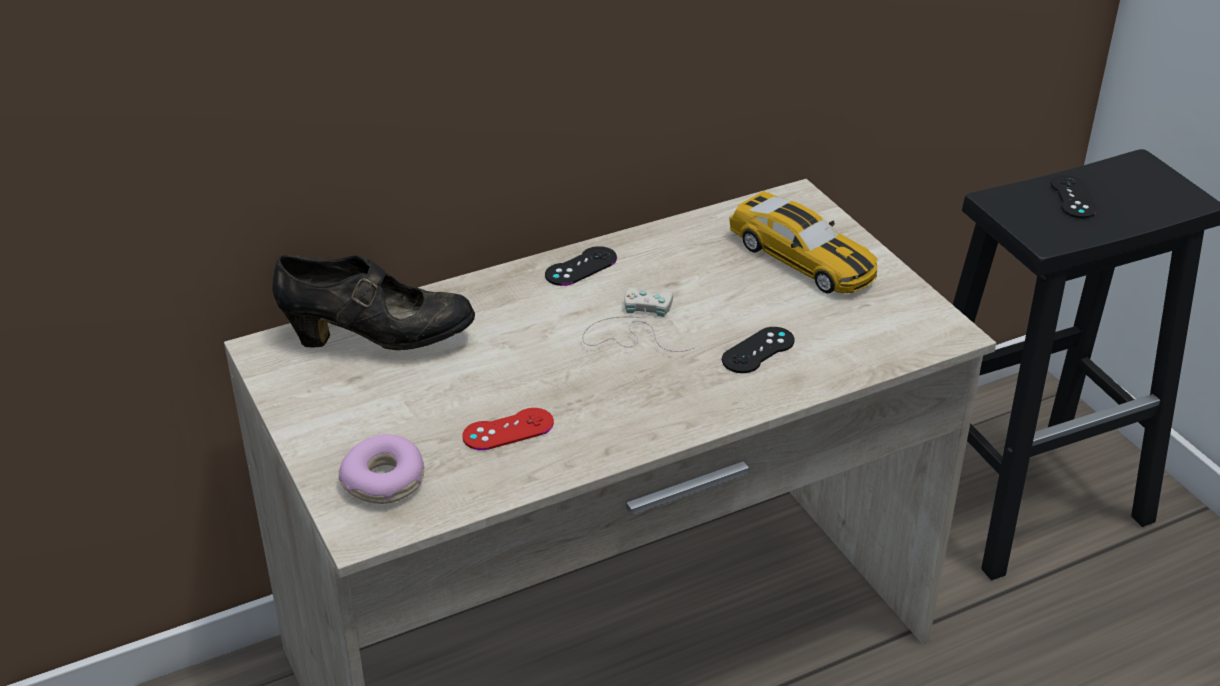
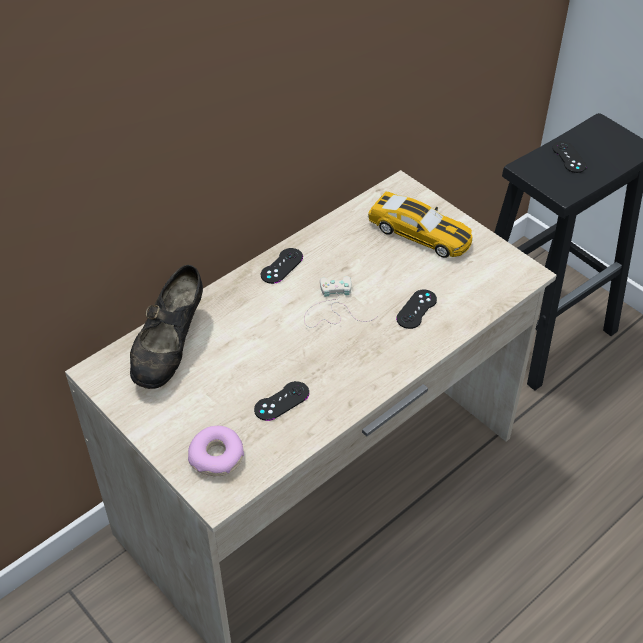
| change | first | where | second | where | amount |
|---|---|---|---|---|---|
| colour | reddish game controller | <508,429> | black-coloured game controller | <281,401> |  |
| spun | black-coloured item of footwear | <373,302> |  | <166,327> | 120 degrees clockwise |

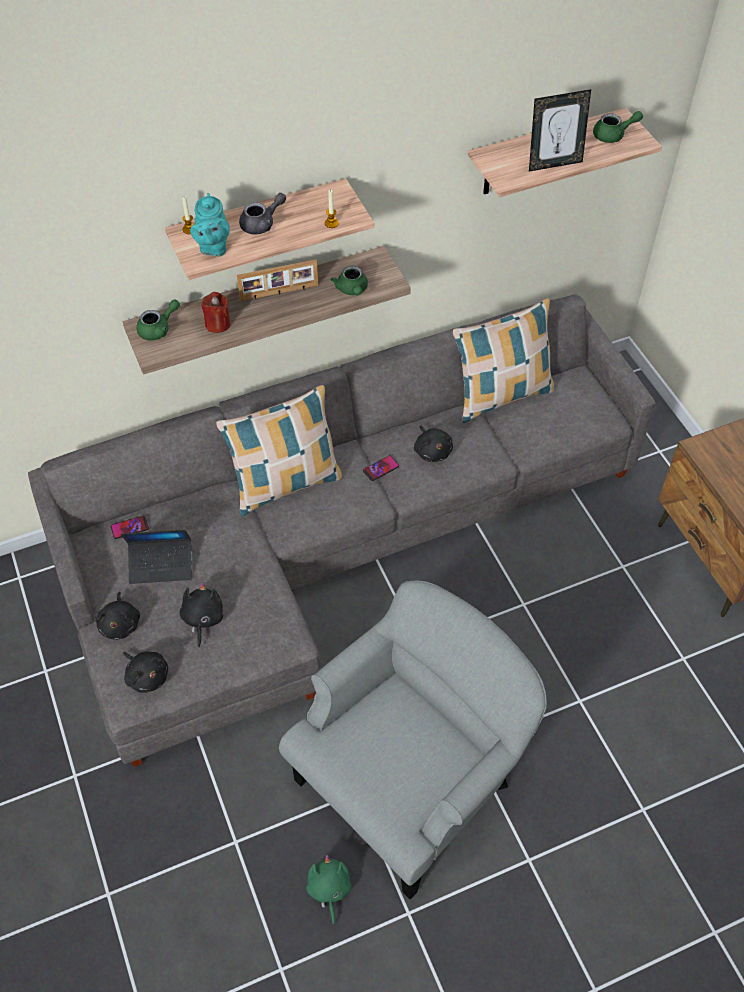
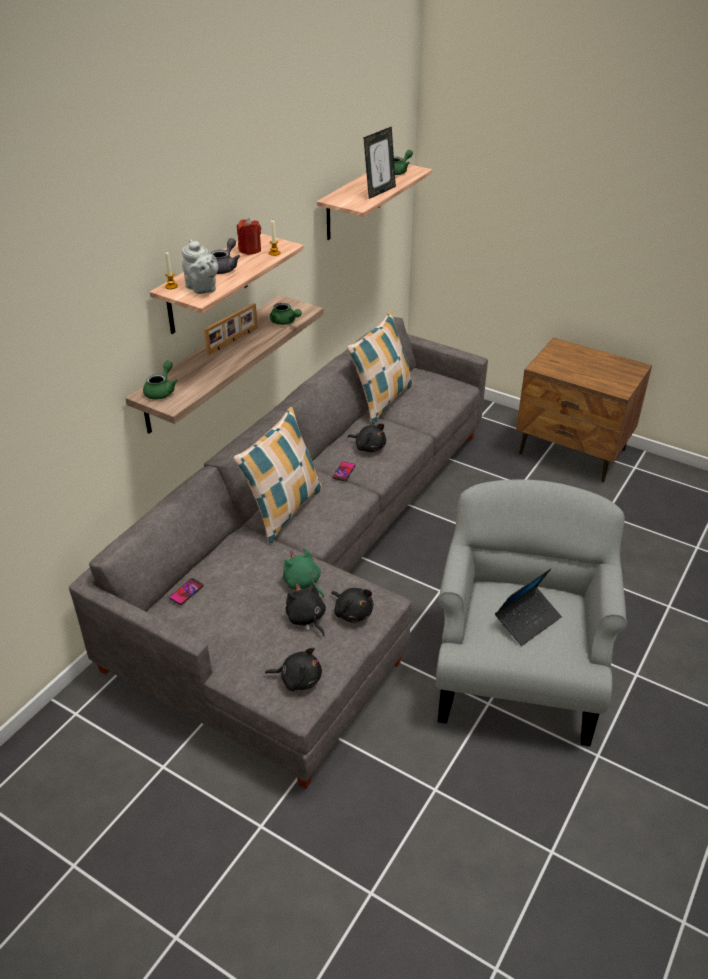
| change | first | where | second | where | amount |
|---|---|---|---|---|---|
| relocated | black-coloured soft toy | <117,616> |  | <352,605> |  |
| relocated | portable computer | <156,557> |  | <528,607> |  |
| relocated | reddish wax light | <216,312> |  | <249,236> |  |
| relocated | green-coloured soft toy | <329,890> |  | <303,573> |  |
| colour | turquoise tea pot | <210,225> | grey tea pot | <200,266> |  |

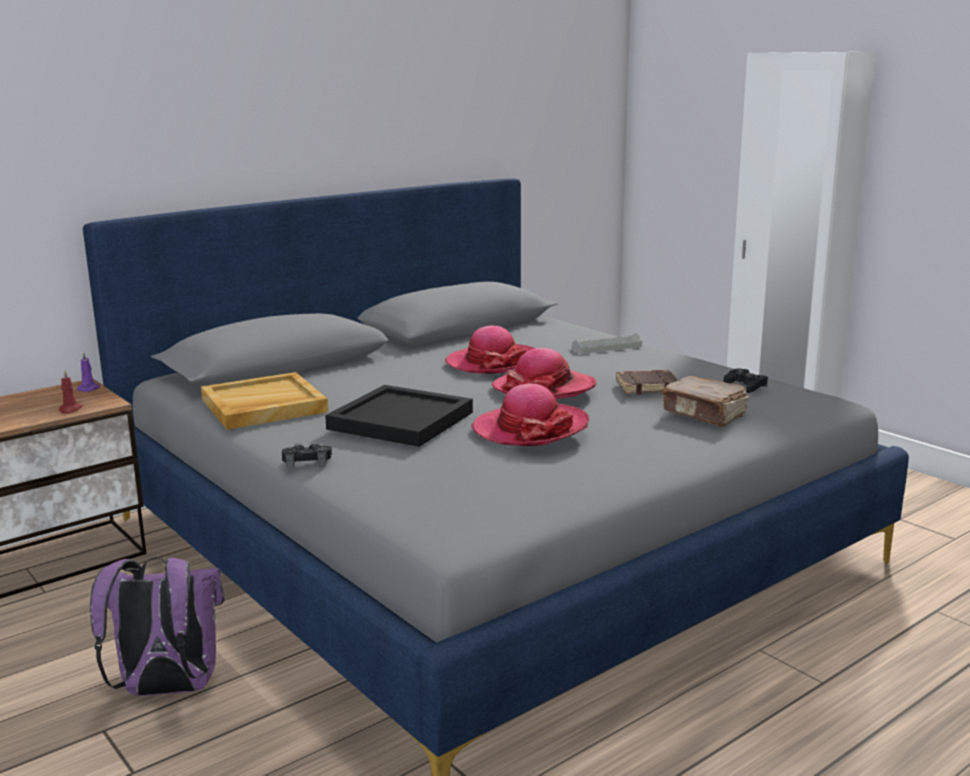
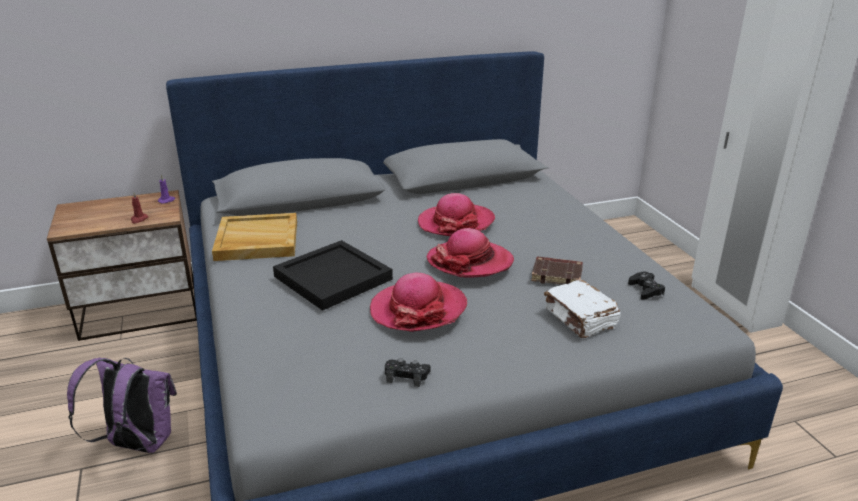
| change | first | where | second | where | amount |
|---|---|---|---|---|---|
| missing | grey serving tray | <607,343> |  |  |  |
| relocated | black-coloured game controller | <307,455> |  | <408,372> |  |
| colour | brownish bound book | <705,401> | white-coloured bound book | <582,309> |  |

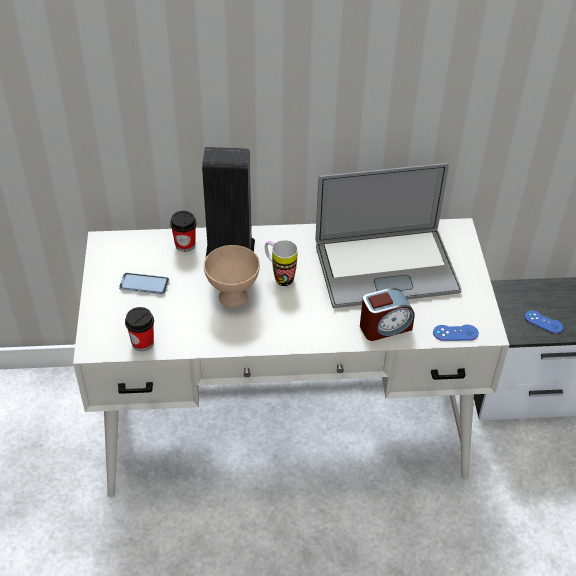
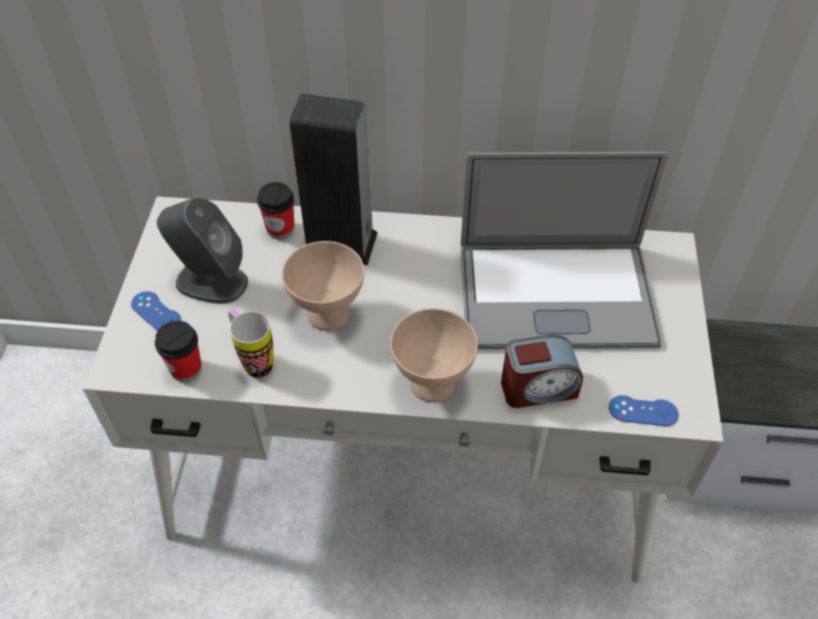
| change | first | where | second | where | amount |
|---|---|---|---|---|---|
| appeared |  |  | beige deep dish | <434,355> |  |
| relocated | tea mug | <281,263> |  | <251,343> |  |
| relocated | blue-coloured game controller | <544,322> |  | <156,311> |  |
| exchanged | phone | <144,284> | grey audio speaker | <202,250> |  |

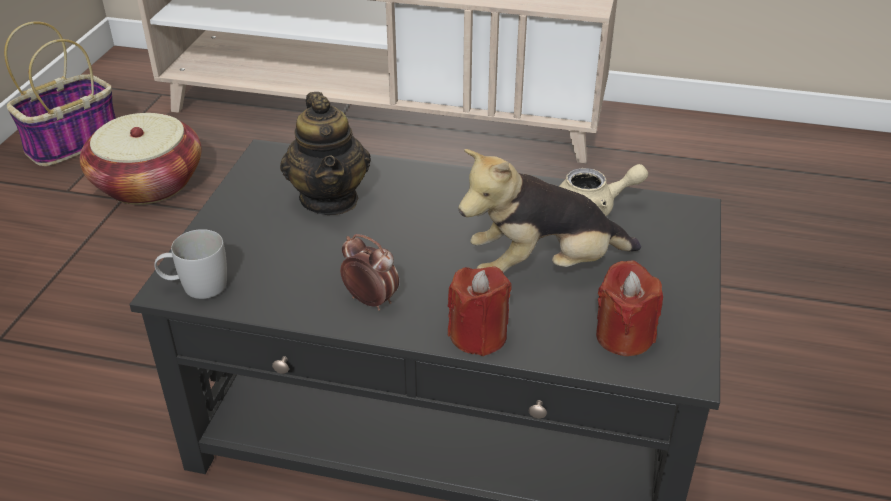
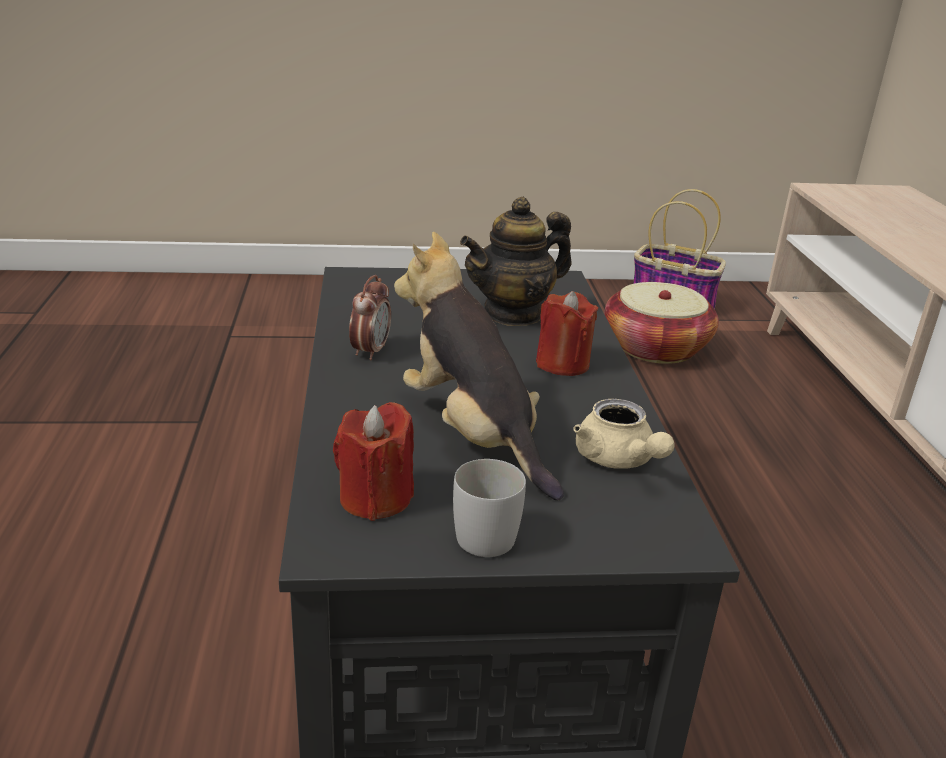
| change | first | where | second | where | amount |
|---|---|---|---|---|---|
| relocated | white-coloured tea mug | <190,264> |  | <489,508> |  |
| relocated | reddish wax light | <479,311> |  | <567,333> |  |

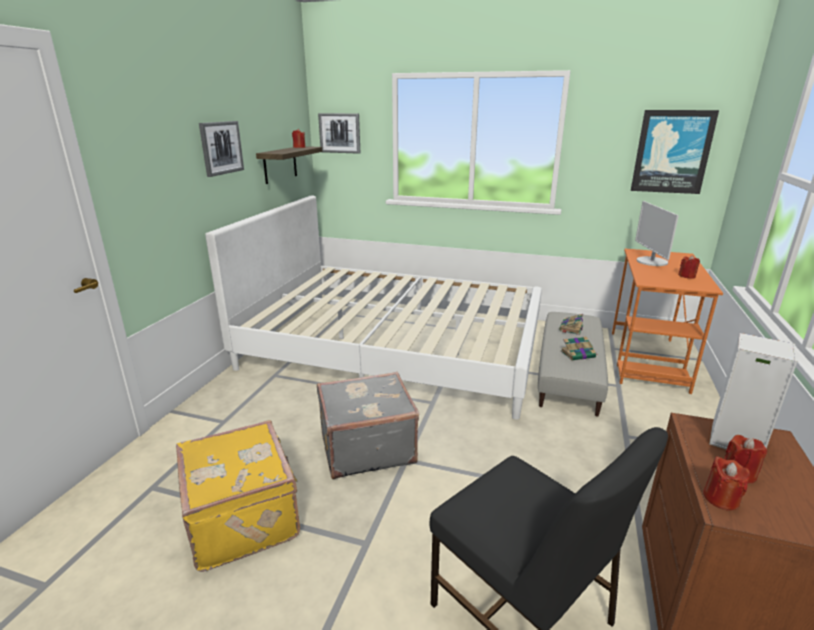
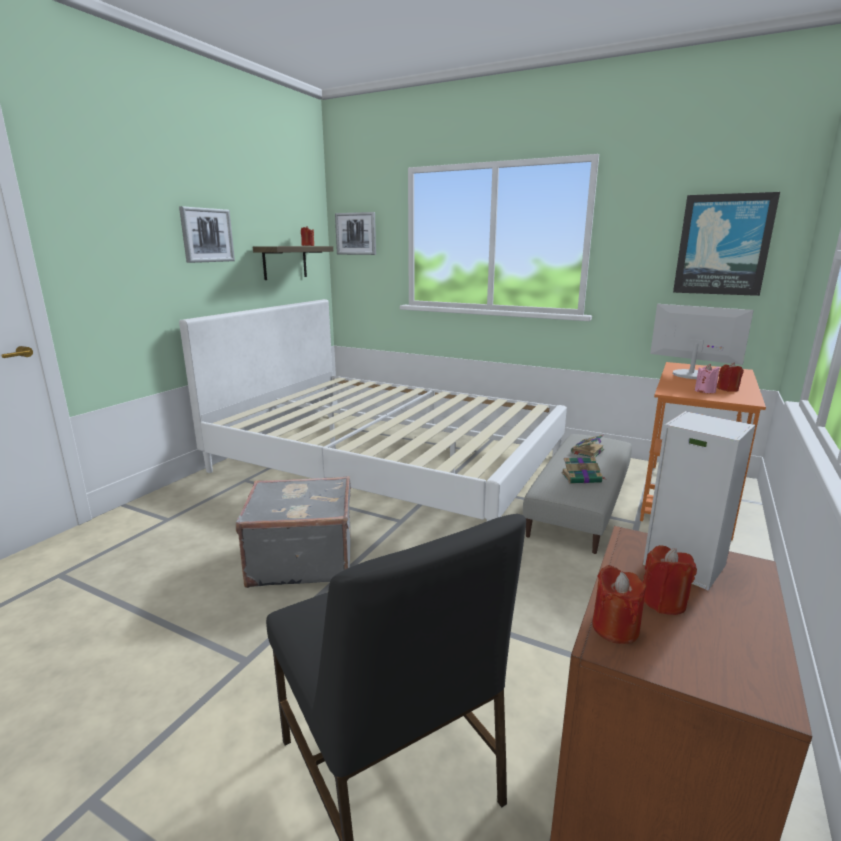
| change | first | where | second | where | amount |
|---|---|---|---|---|---|
| missing | yellowish piece of luggage | <238,496> |  |  |  |
| appeared |  |  | pink-coloured wax light | <707,378> |  |
| spun | monitor | <657,233> |  | <702,341> | 120 degrees clockwise |

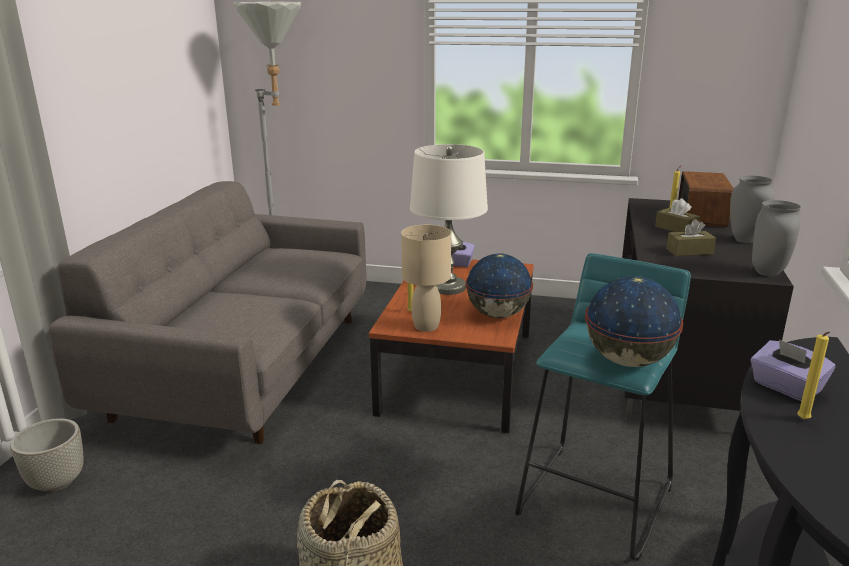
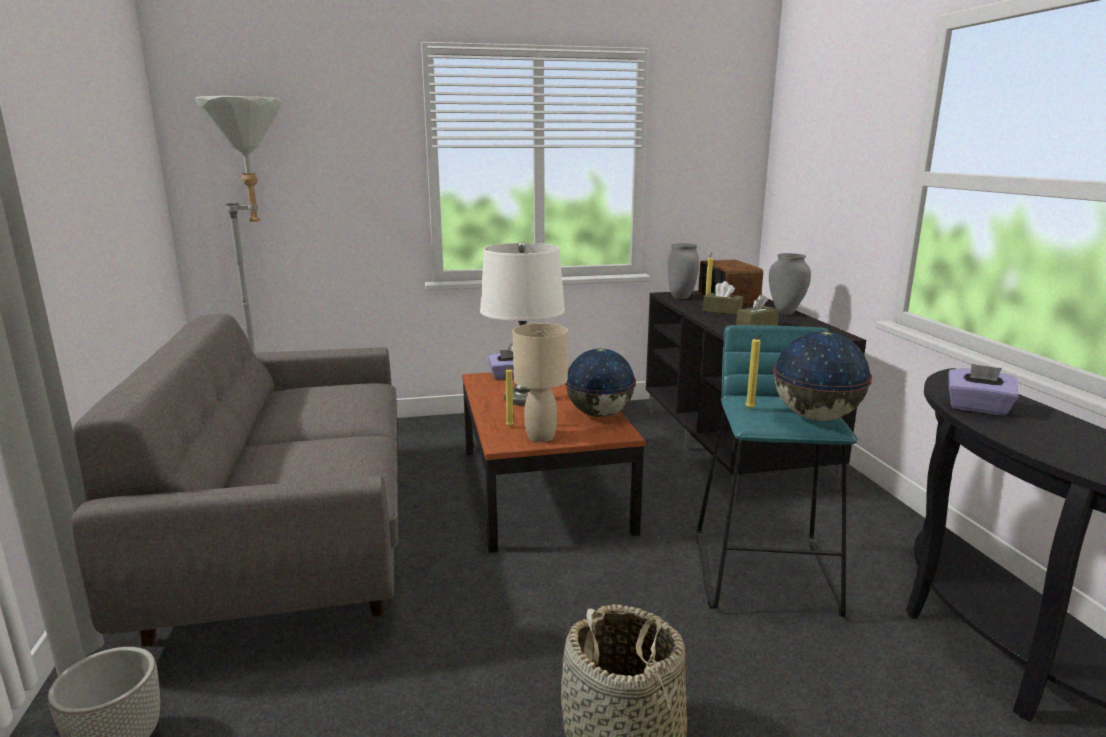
| change | first | where | second | where | amount |
|---|---|---|---|---|---|
| relocated | grey decorative vase | <776,238> |  | <683,271> |  |
| relocated | yellowish wax light | <813,376> |  | <753,371> |  |

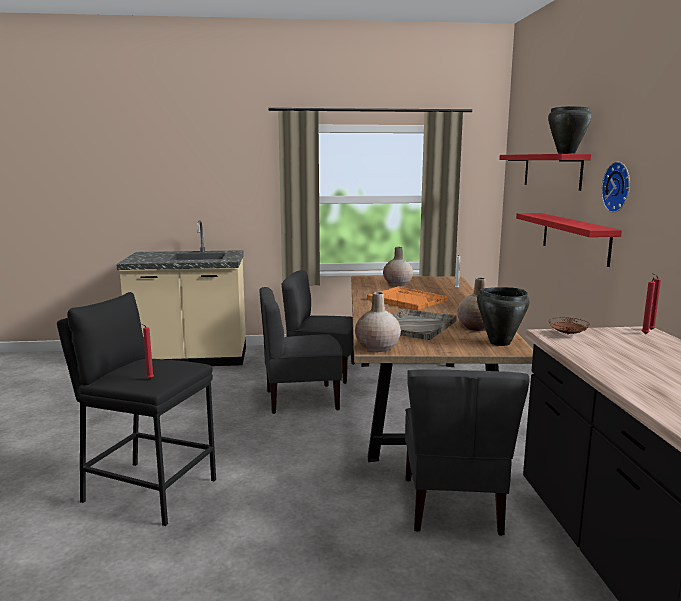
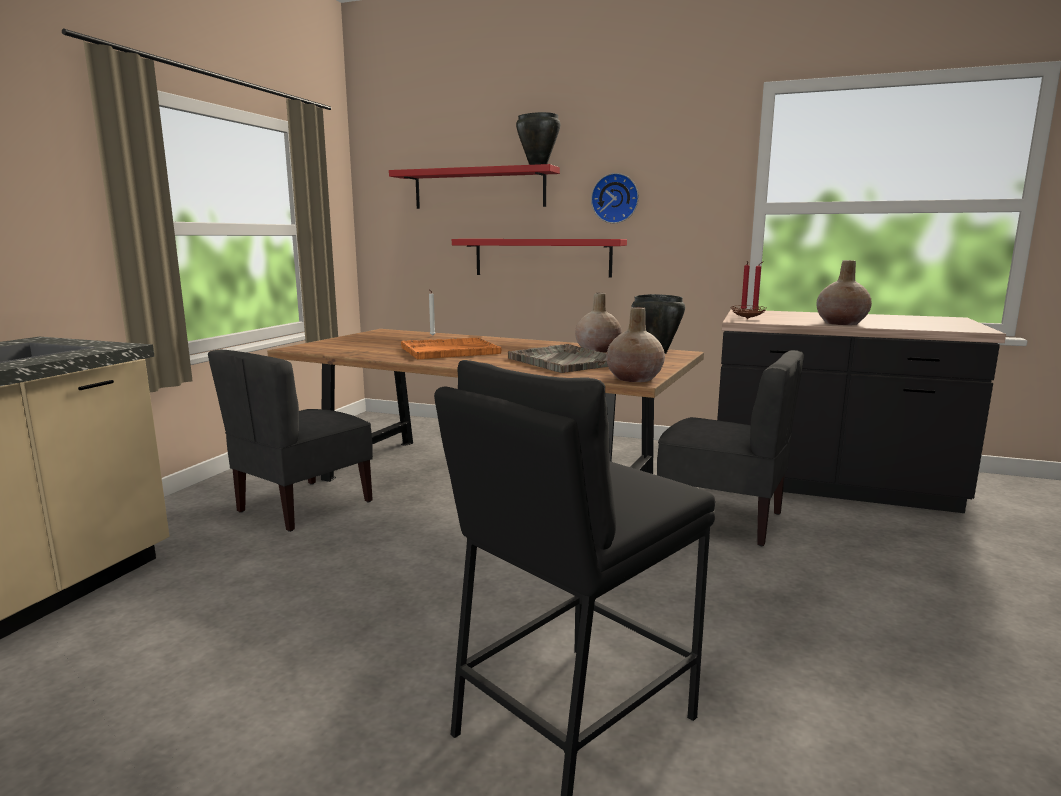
| change | first | where | second | where | amount |
|---|---|---|---|---|---|
| missing | reddish wax light | <147,351> |  |  |  |
| missing | grey plain chair | <301,350> |  |  |  |
| relocated | beige decorative vase | <398,266> |  | <844,292> |  |

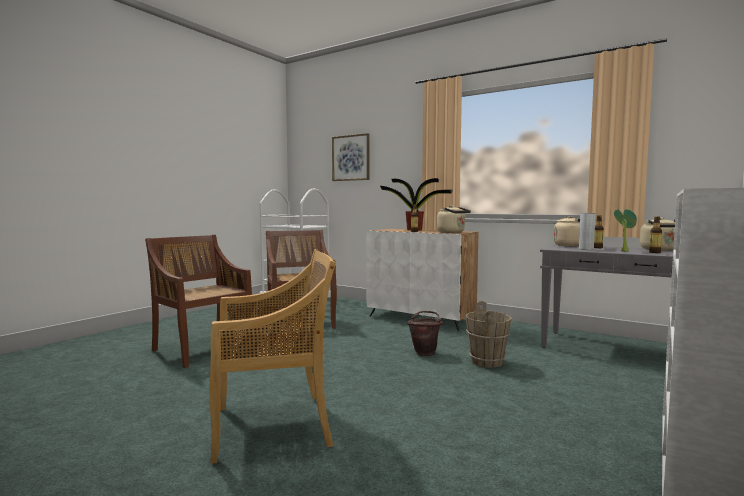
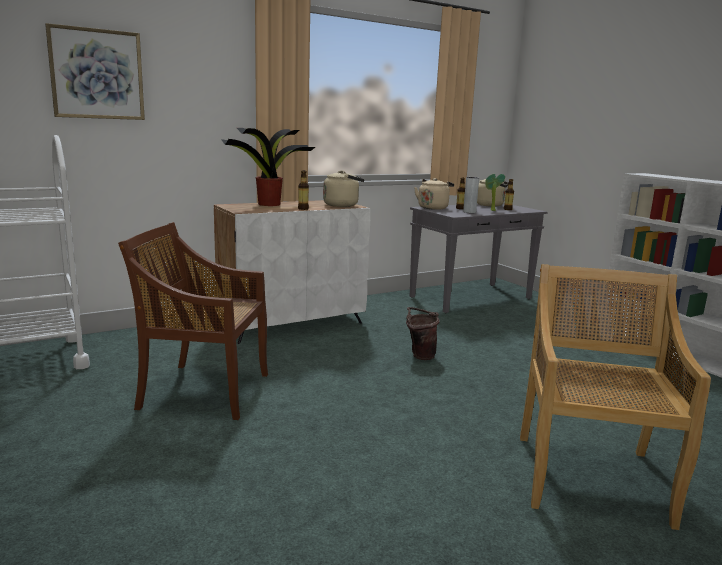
| change | first | where | second | where | amount |
|---|---|---|---|---|---|
| missing | brownish plain chair | <198,301> |  |  |  |
| missing | brownish water bucket | <488,334> |  |  |  |

